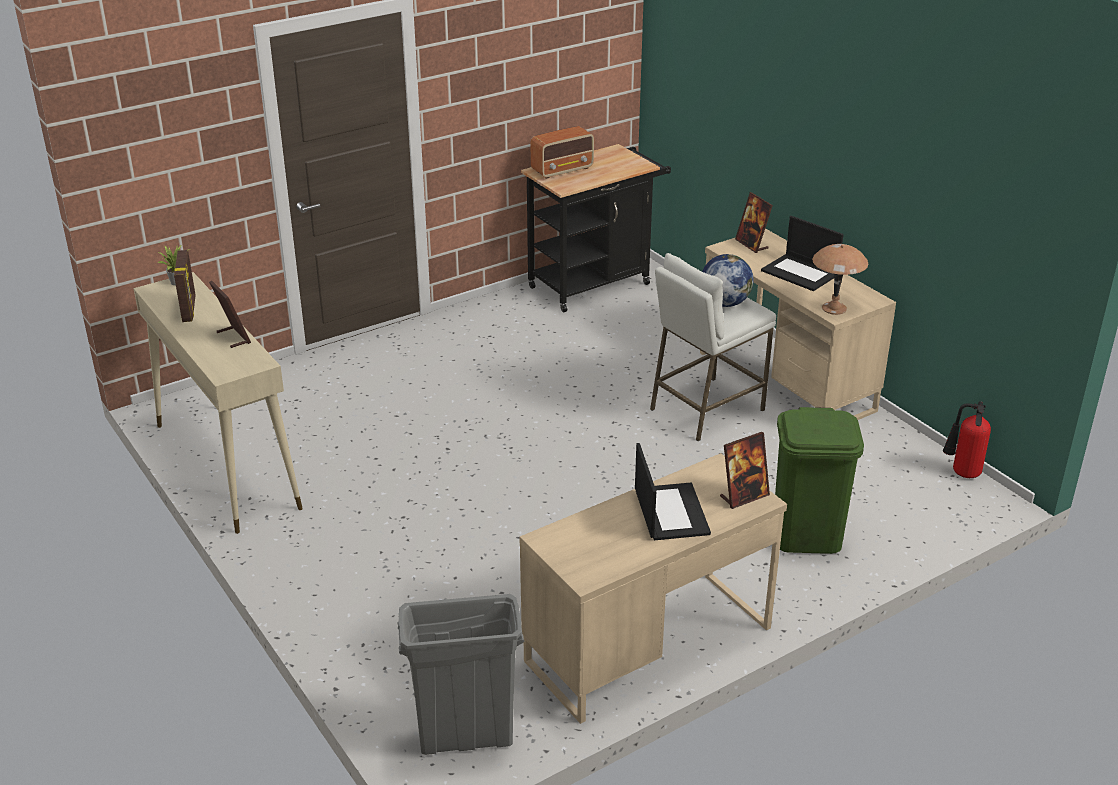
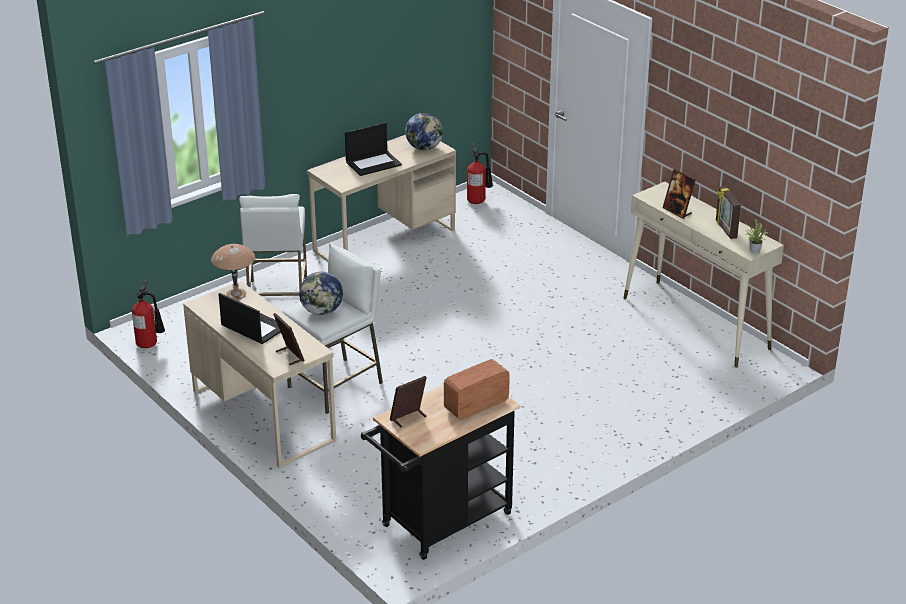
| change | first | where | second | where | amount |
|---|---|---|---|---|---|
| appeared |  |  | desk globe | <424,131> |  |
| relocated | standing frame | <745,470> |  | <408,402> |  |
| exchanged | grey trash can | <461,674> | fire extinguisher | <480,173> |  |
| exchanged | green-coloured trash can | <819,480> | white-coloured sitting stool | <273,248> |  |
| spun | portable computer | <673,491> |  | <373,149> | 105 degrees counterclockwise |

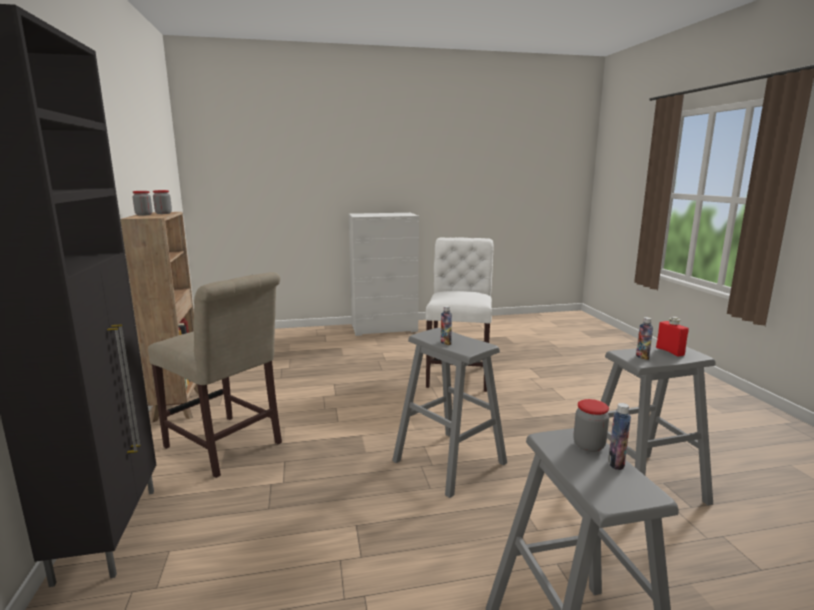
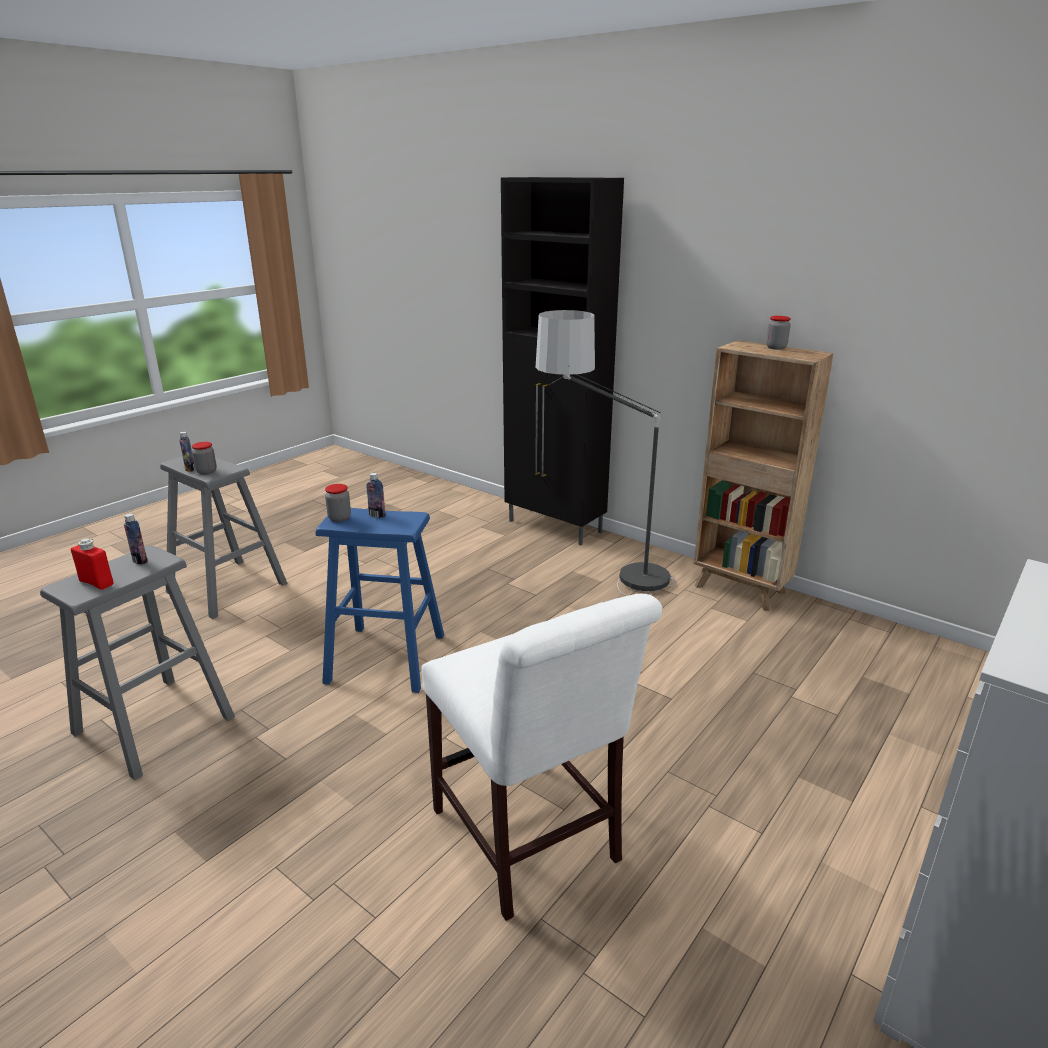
| change | first | where | second | where | amount |
|---|---|---|---|---|---|
| relocated | preserve jar | <162,202> |  | <338,503> |  |
| exchanged | beige plain chair | <215,375> | standard lamp | <604,453> |  |
| colour | grey sitting stool | <449,413> | blue-coloured sitting stool | <380,600> |  |

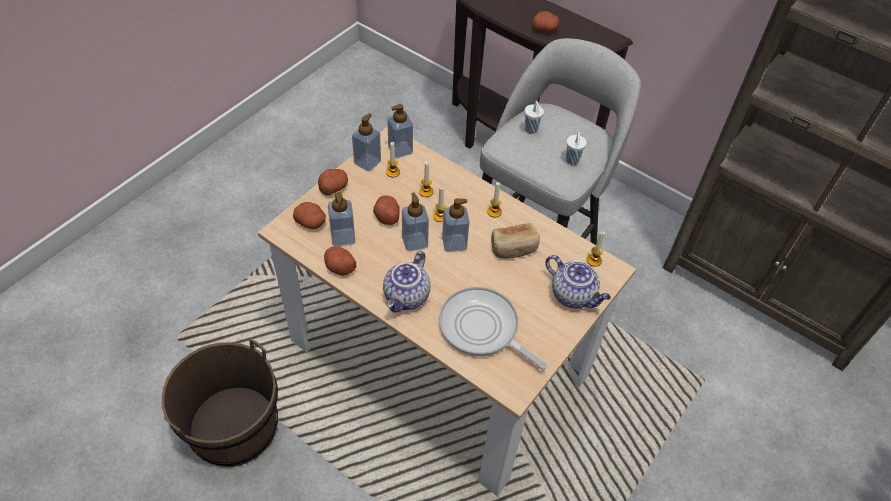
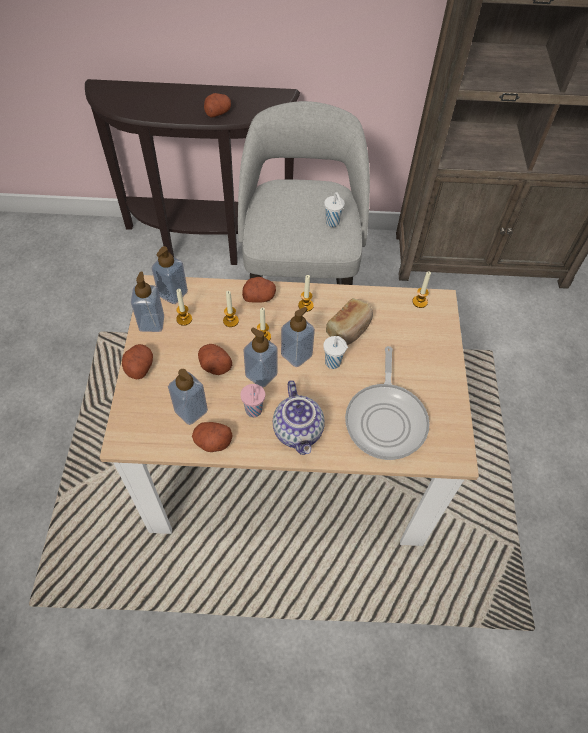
| change | first | where | second | where | amount |
|---|---|---|---|---|---|
| missing | brownish water bucket | <219,402> |  |  |  |
| missing | tea pot | <578,282> |  |  |  |
| appeared |  |  | pink-coloured drinking cup | <252,400> |  |
| relocated | whole potato | <309,215> |  | <259,289> |  |
| relocated | white-coloured drinking cup | <534,117> |  | <335,352> |  |
| spun | frying pan | <493,328> |  | <387,403> | 90 degrees counterclockwise |

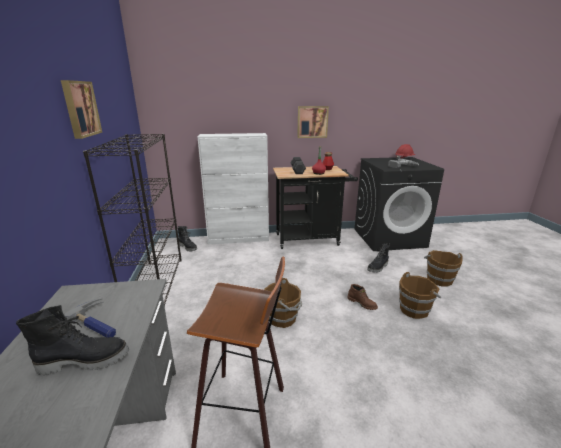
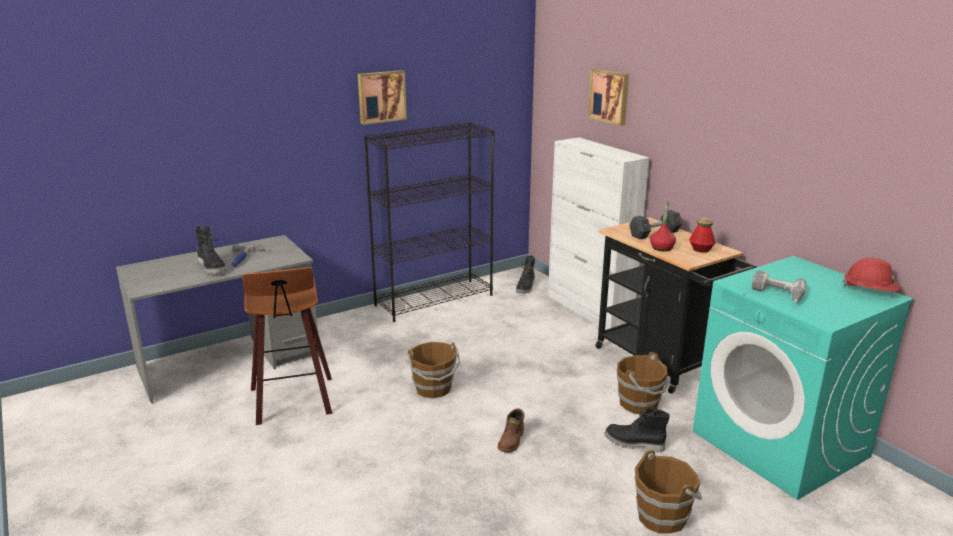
| change | first | where | second | where | amount |
|---|---|---|---|---|---|
| relocated | wall art | <313,122> |  | <608,97> |  |
| relocated | brownish water bucket | <420,295> |  | <643,383> |  |
| colour | black-coloured laundry appliance | <399,204> | turquoise laundry appliance | <803,378> |  |

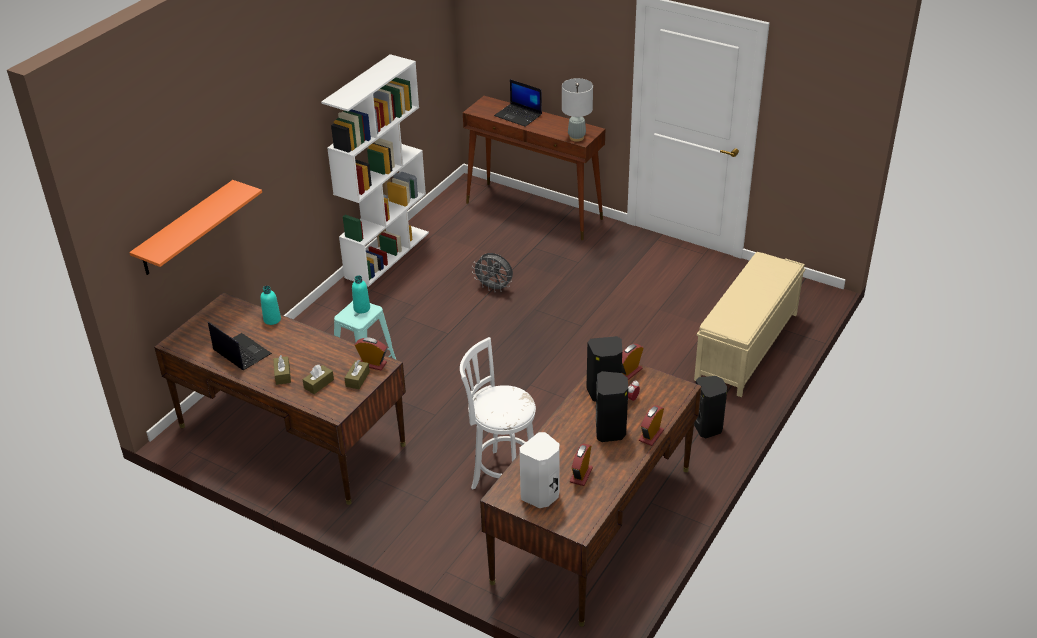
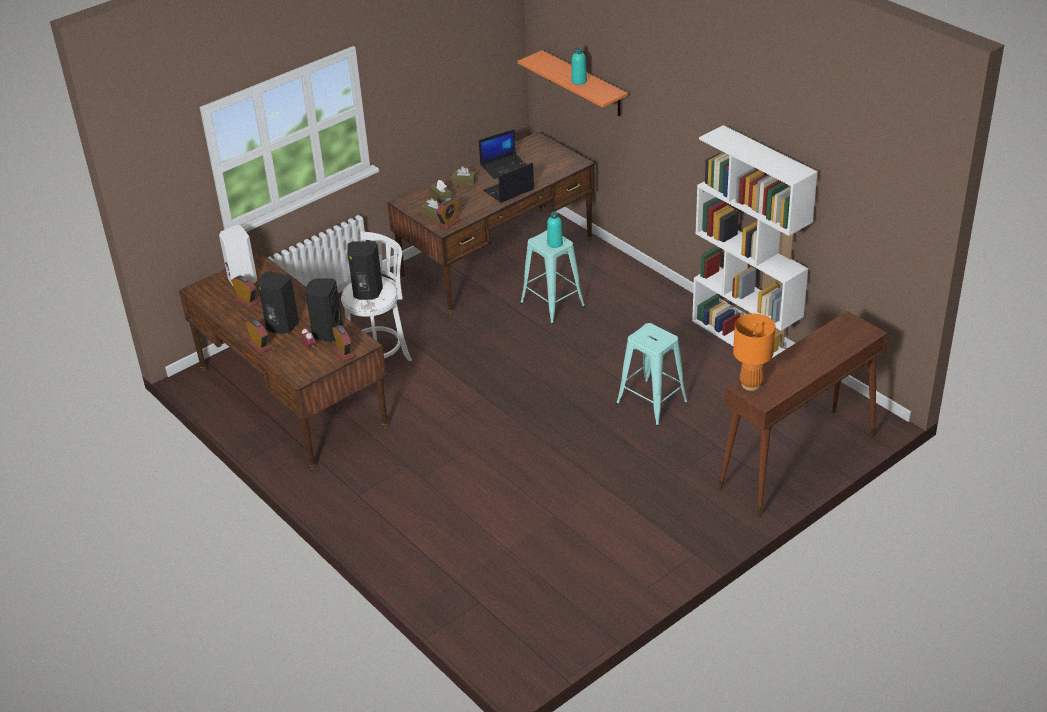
| change | first | where | second | where | amount |
|---|---|---|---|---|---|
| missing | beige bench | <749,324> |  |  |  |
| relocated | turquoise beverage bottle | <270,305> |  | <579,66> |  |
| relocated | portable computer | <518,103> |  | <509,182> |  |
| relocated | black-coloured audio speaker | <711,407> |  | <365,271> |  |
| exchanged | grey fan | <492,272> | turquoise sitting stool | <652,374> |  |
| colour | grey tabletop lamp | <577,110> | orange-coloured tabletop lamp | <754,352> |  |

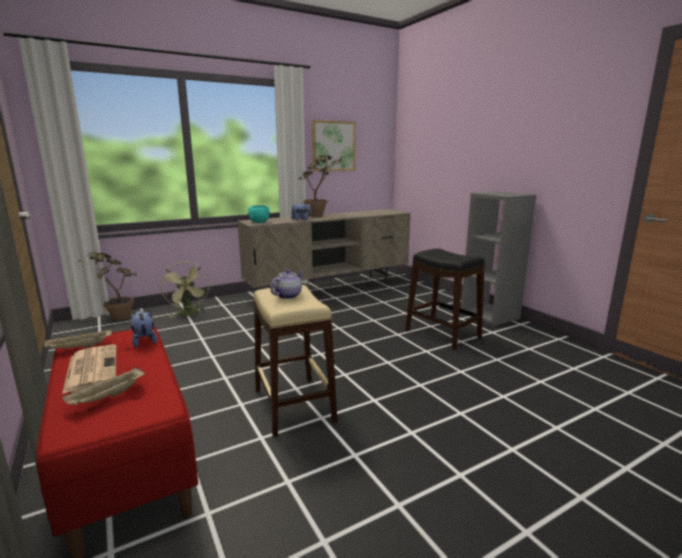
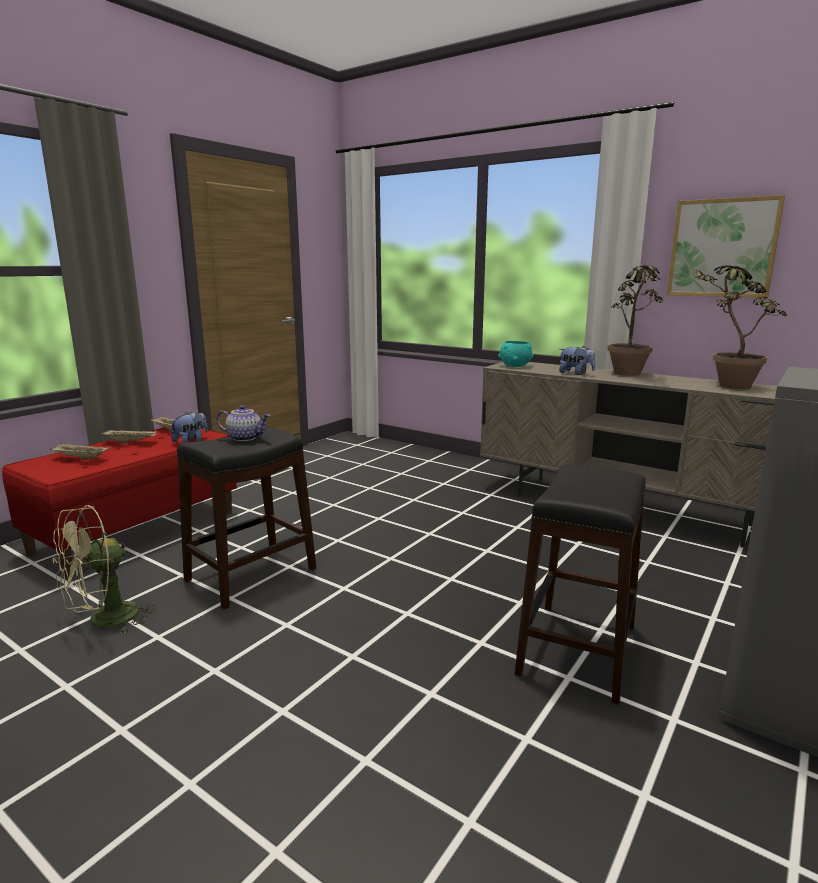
| change | first | where | second | where | amount |
|---|---|---|---|---|---|
| relocated | potted plant | <107,286> |  | <741,327> |  |
| relocated | green-coloured fan | <185,289> |  | <104,569> |  |
| exchanged | printed paper | <89,369> | beige serving tray | <129,437> |  |
| colour | beige sitting stool | <295,361> | black-coloured sitting stool | <246,518> |  |

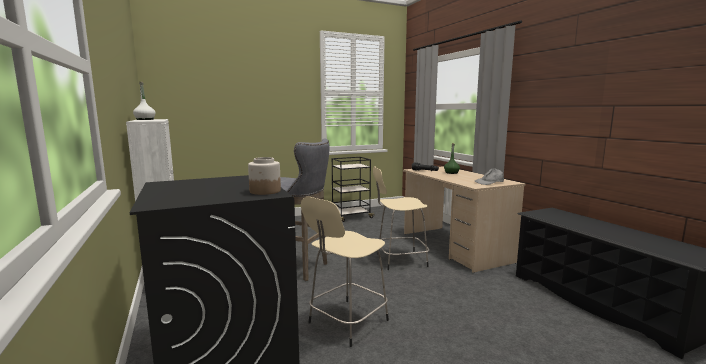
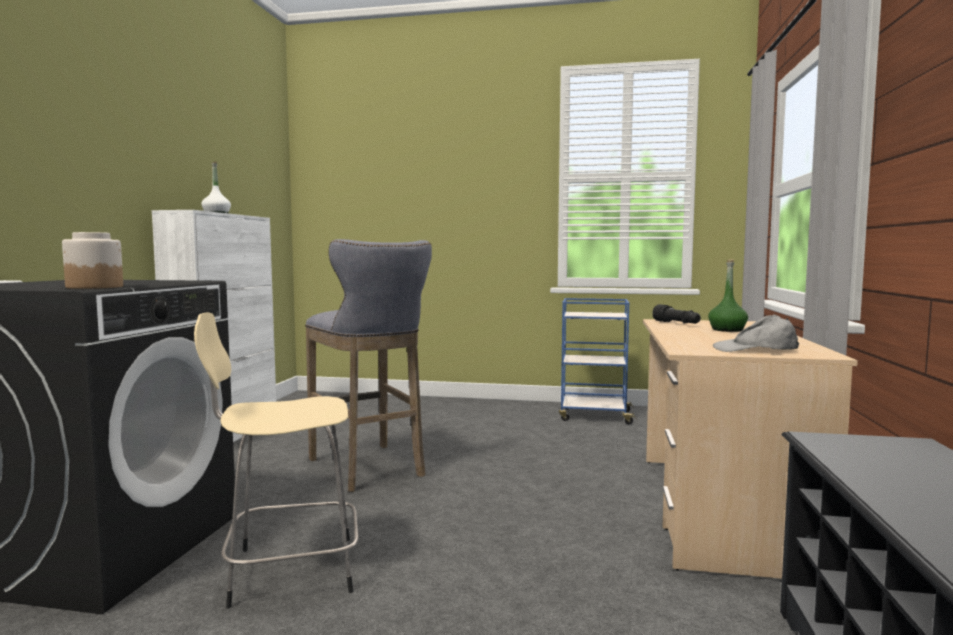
| change | first | where | second | where | amount |
|---|---|---|---|---|---|
| missing | beige sitting stool | <401,218> |  |  |  |
| colour | black-coloured wheeled cart | <353,189> | blue-coloured wheeled cart | <598,361> |  |

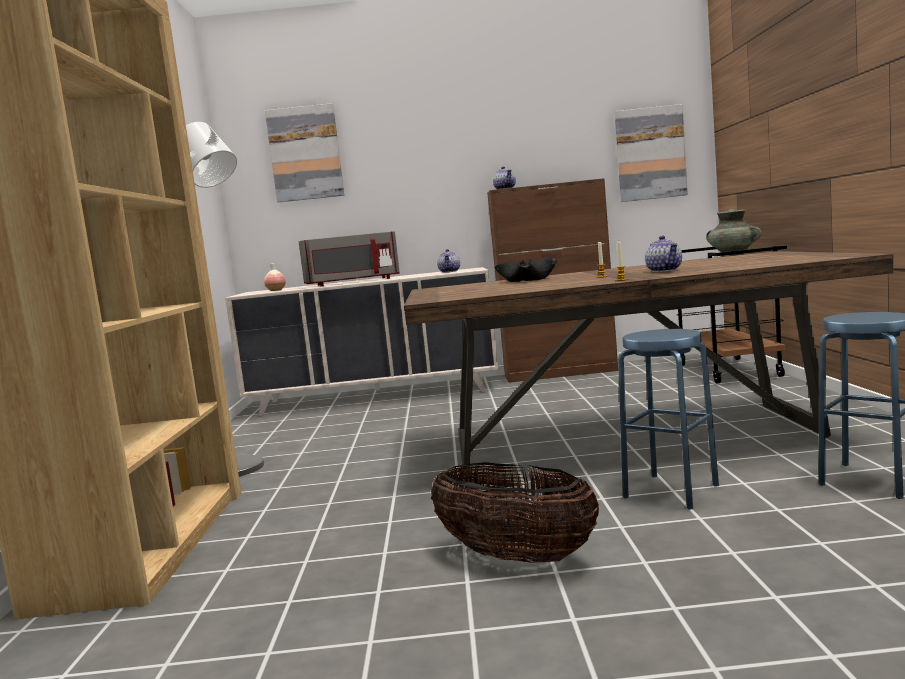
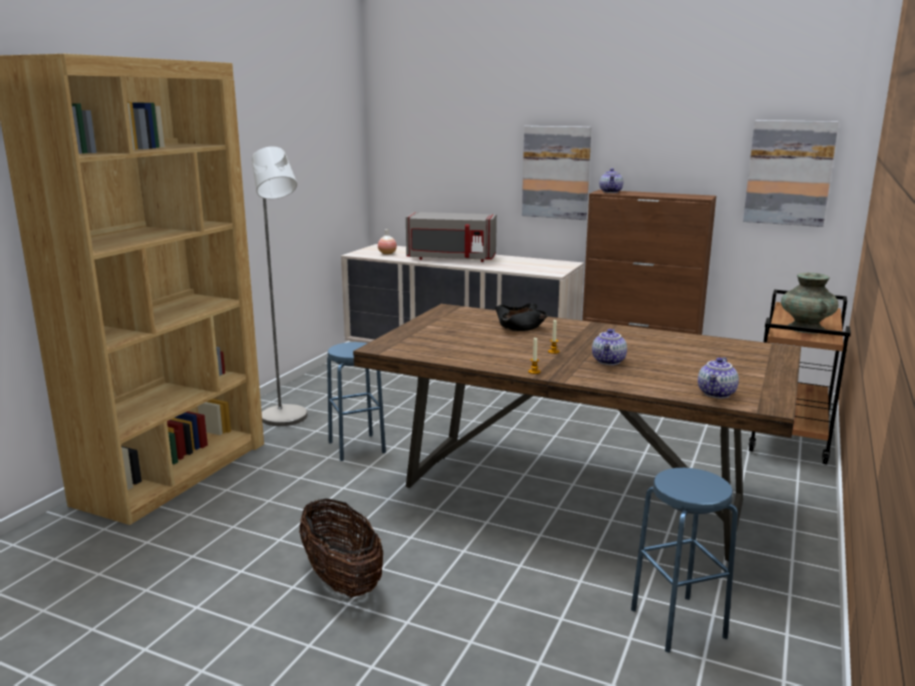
| change | first | where | second | where | amount |
|---|---|---|---|---|---|
| relocated | wall art | <304,152> |  | <556,173> |  |
| relocated | tea pot | <448,261> |  | <718,378> |  |
| relocated | blue-coloured sitting stool | <668,419> |  | <356,401> |  |

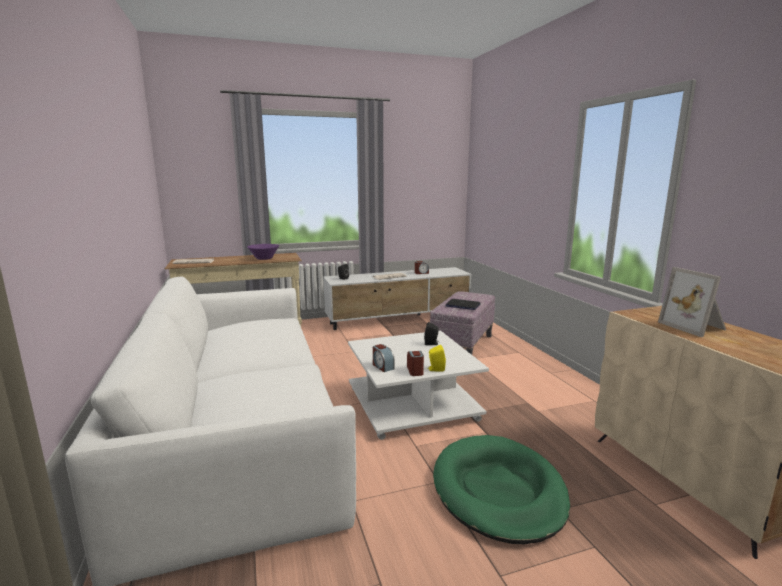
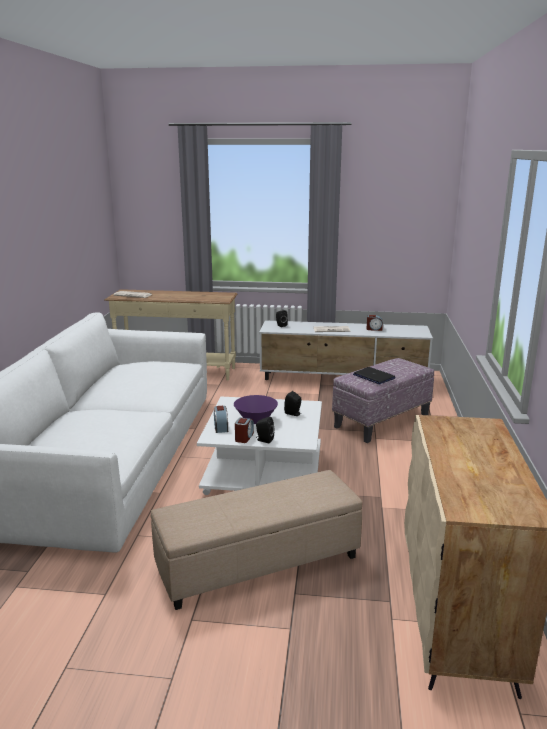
| change | first | where | second | where | amount |
|---|---|---|---|---|---|
| missing | standing frame | <692,302> |  |  |  |
| relocated | purple-coloured deep dish | <263,252> |  | <256,409> |  |
| exchanged | green-coloured dog bed | <501,489> | beige ottoman | <256,540> |  |
| colour | yellowish audio speaker | <437,358> | black-coloured audio speaker | <265,430> |  |

